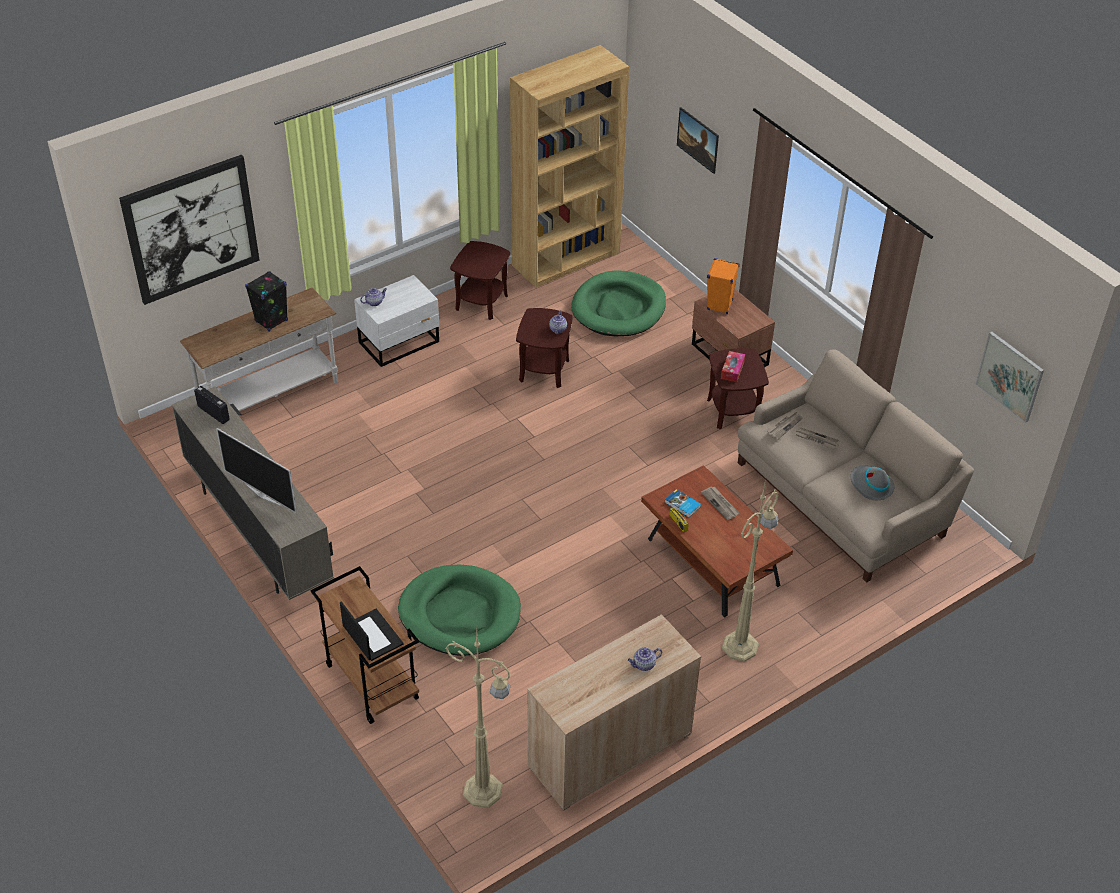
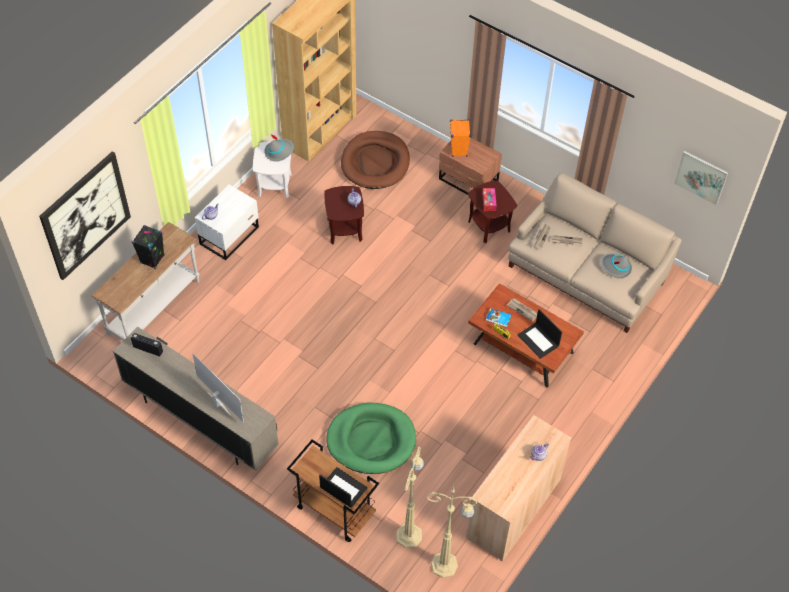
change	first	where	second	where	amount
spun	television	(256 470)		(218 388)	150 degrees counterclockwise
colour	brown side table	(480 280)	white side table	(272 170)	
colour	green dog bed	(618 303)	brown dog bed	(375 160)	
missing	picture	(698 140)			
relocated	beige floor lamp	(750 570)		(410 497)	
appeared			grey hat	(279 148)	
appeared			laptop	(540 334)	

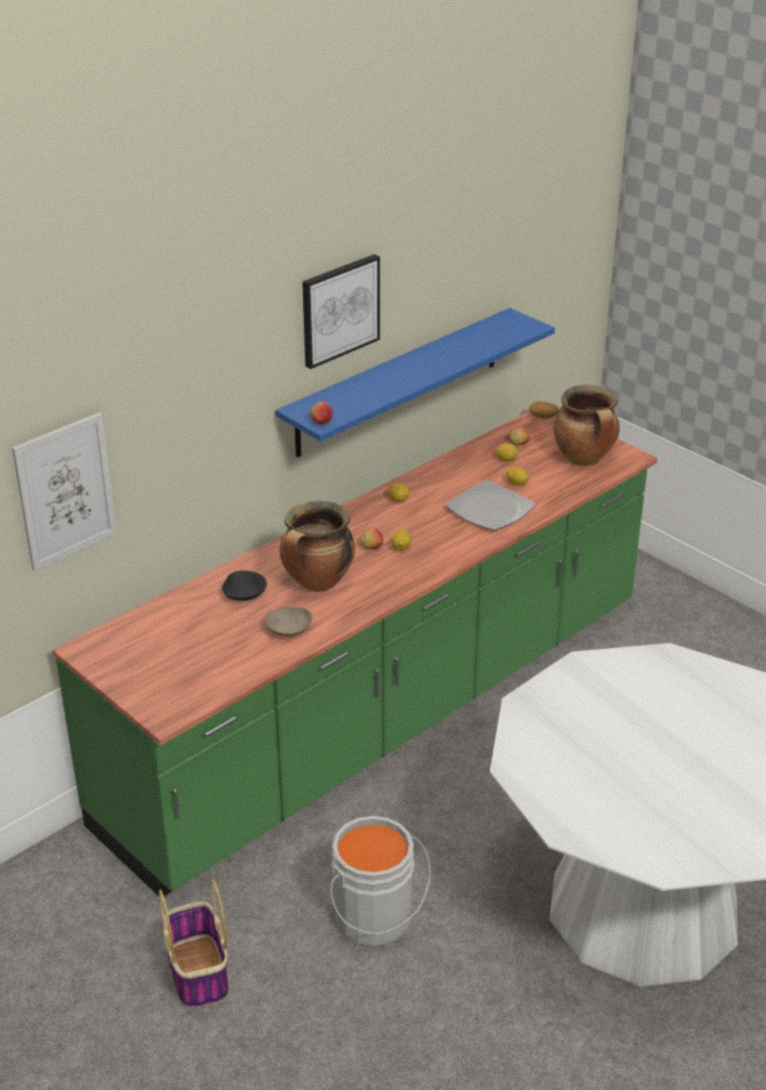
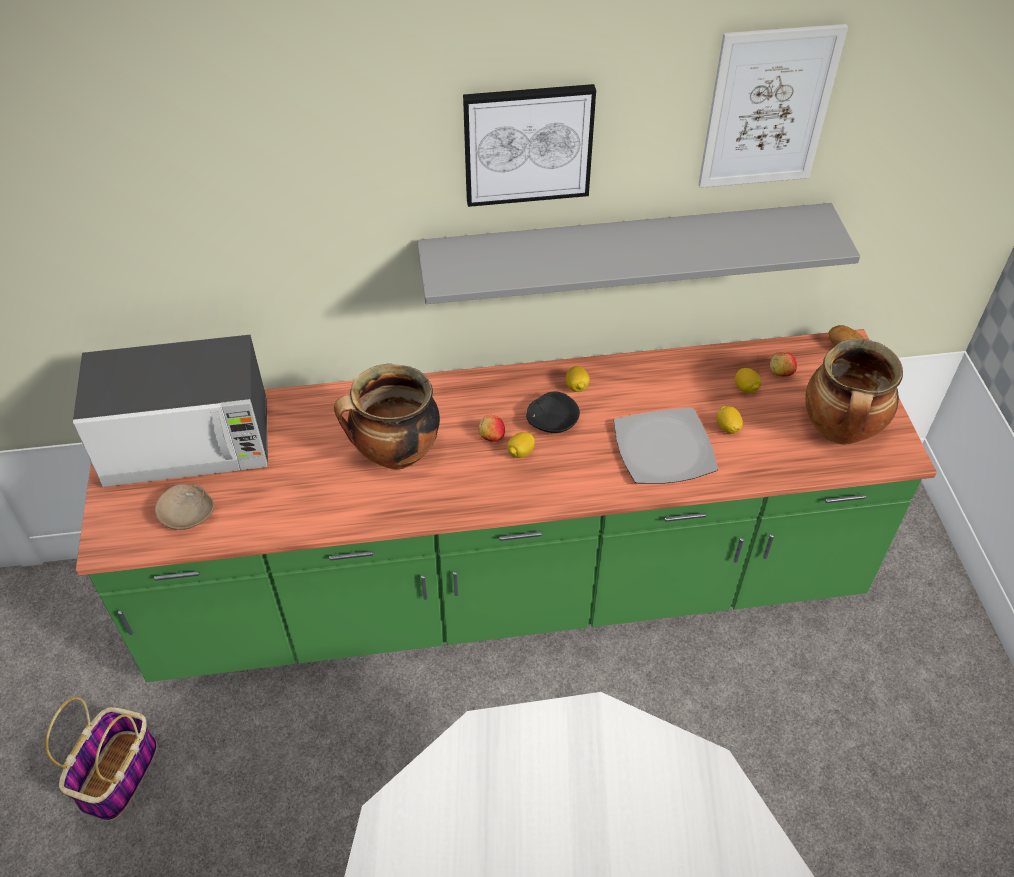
change	first	where	second	where	amount
relocated	picture	(64 491)		(773 106)	
relocated	black bowl	(244 585)		(553 412)	
relocated	beige bowl	(289 621)		(184 507)	
colour	blue shelf	(415 383)	grey shelf	(638 253)	
missing	apple	(321 412)			
missing	grey bucket	(381 881)			
appeared			microwave	(170 411)	

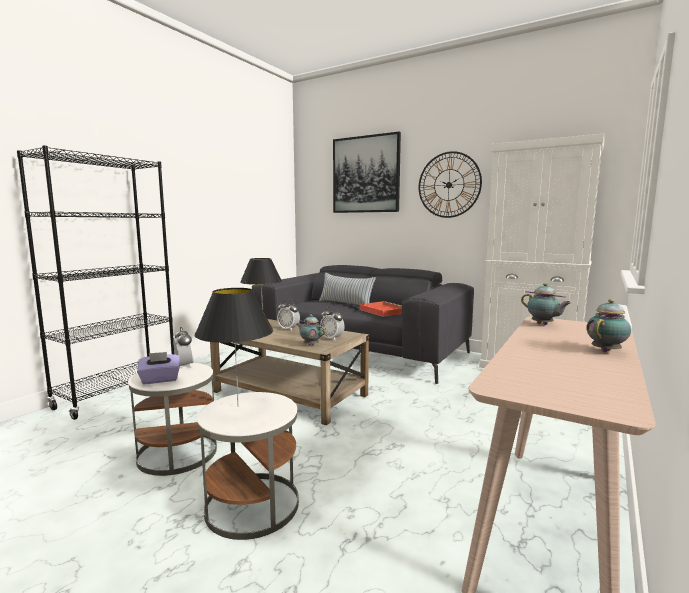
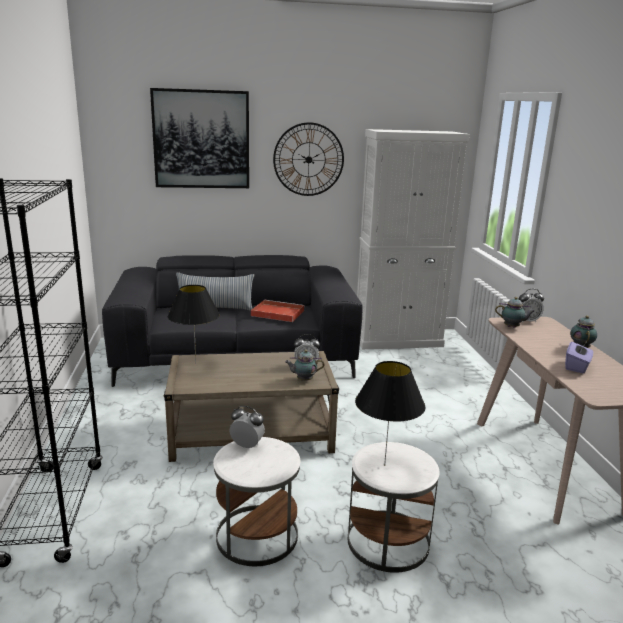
change	first	where	second	where	amount
relocated	purple tissue box	(158 368)		(579 356)	
relocated	alarm clock	(288 315)		(531 306)	

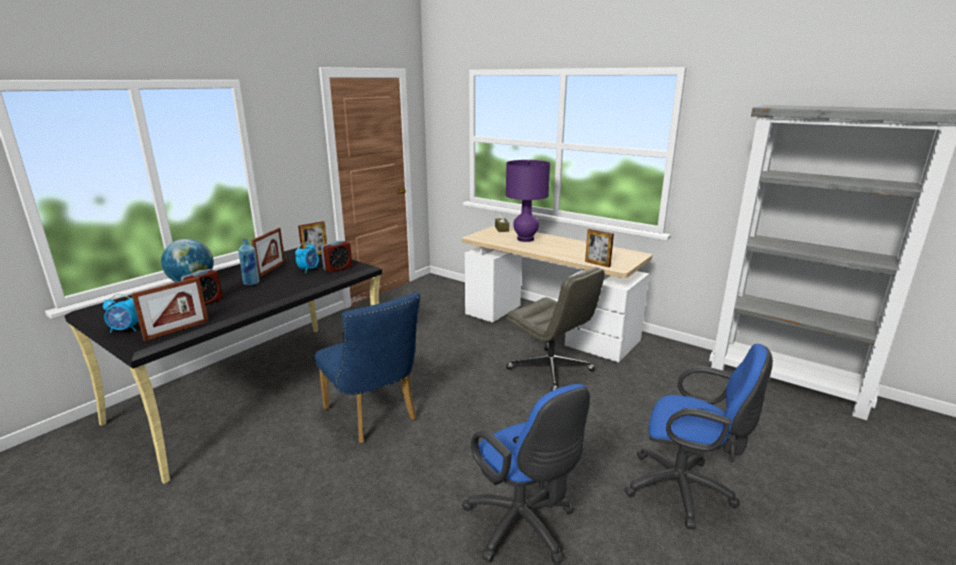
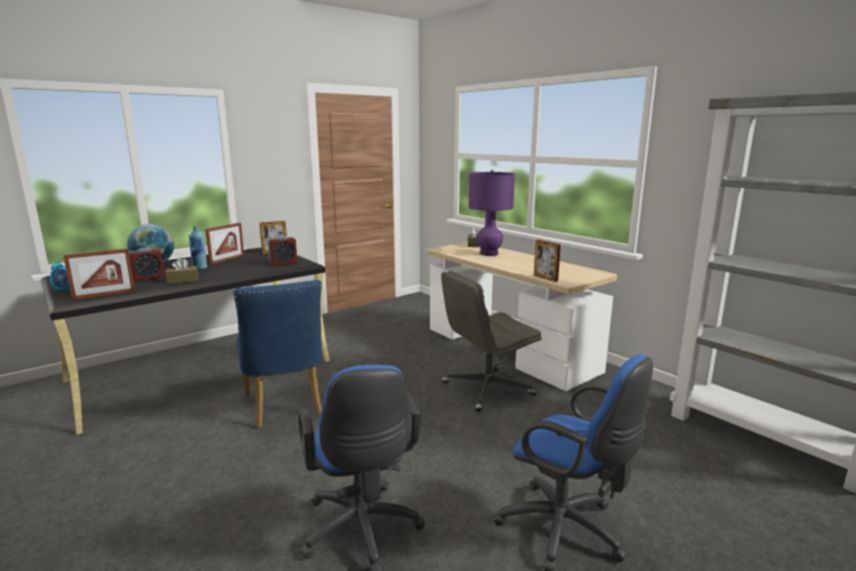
change	first	where	second	where	amount
missing	alarm clock	(307 257)			
spun	grey office chair	(555 329)		(491 341)	90 degrees clockwise
appeared			brown tissue box	(181 270)	

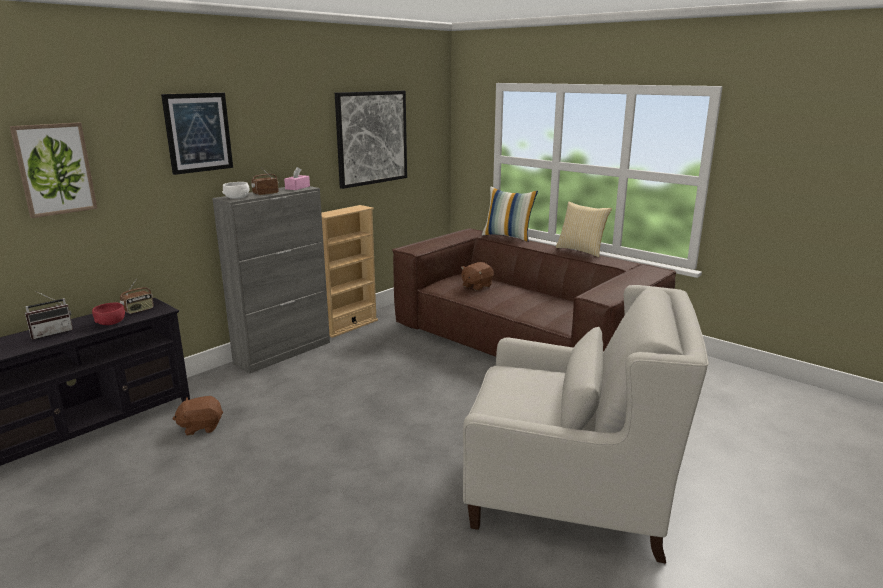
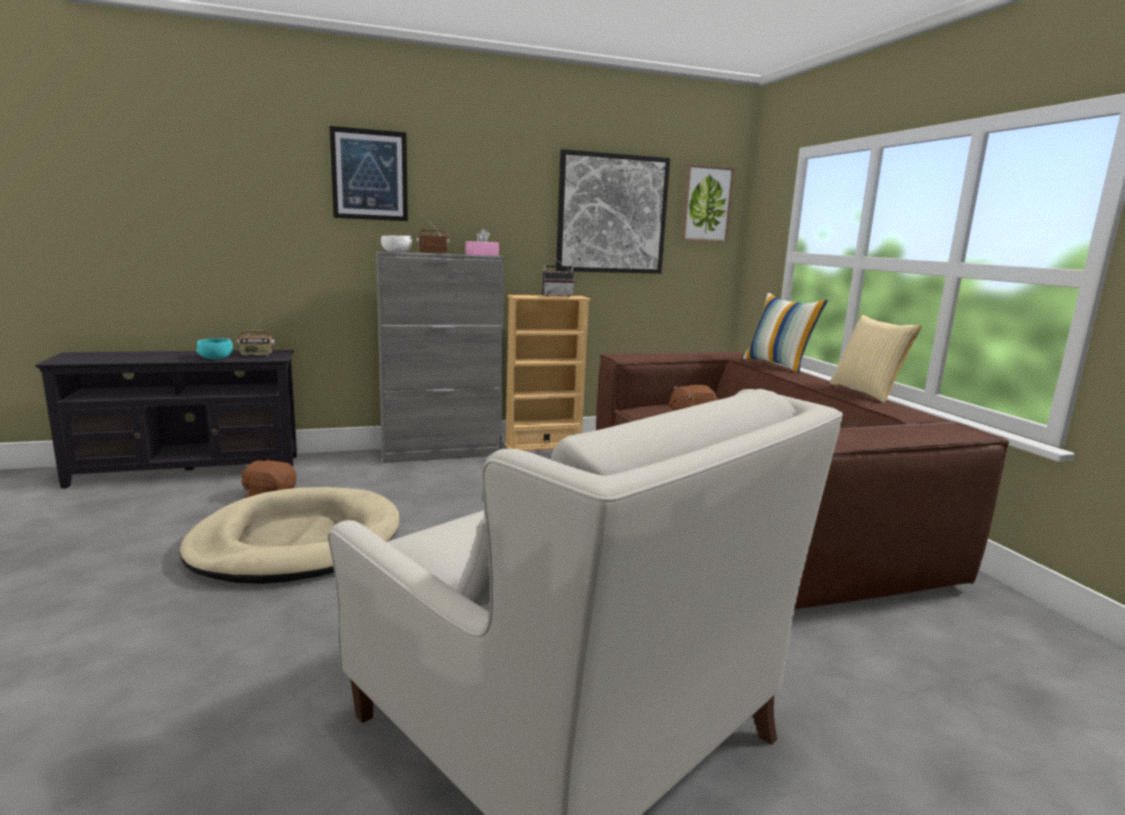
change	first	where	second	where	amount
relocated	picture	(53 170)		(708 203)	
relocated	radio	(49 315)		(558 277)	
colour	red bowl	(108 314)	turquoise bowl	(214 348)	
appeared			beige dog bed	(289 535)	

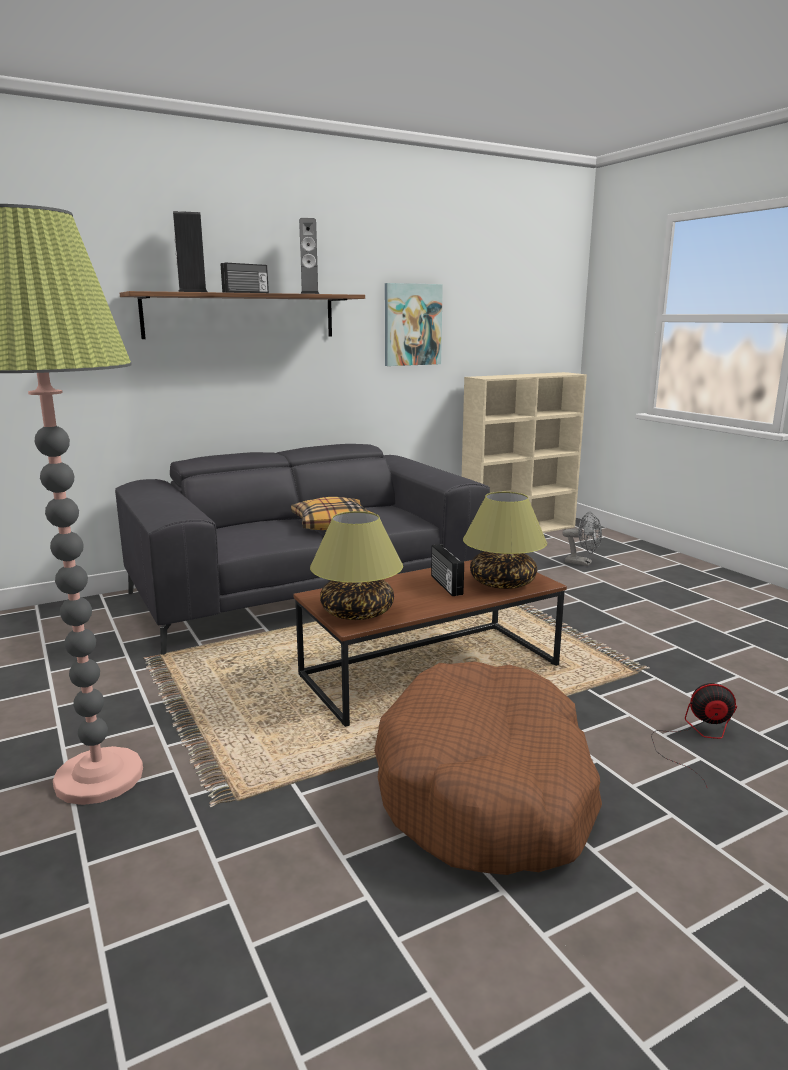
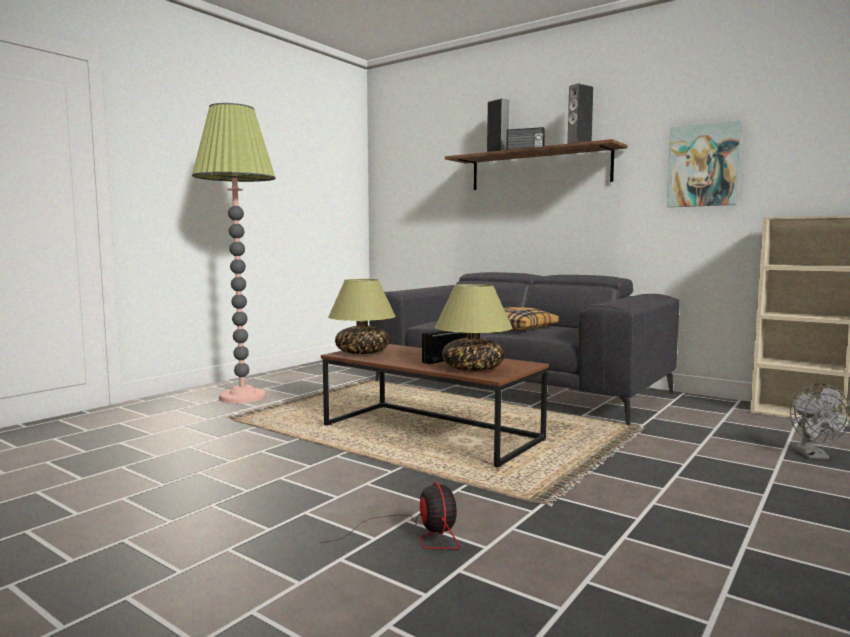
change	first	where	second	where	amount
missing	brown dog bed	(488 768)			

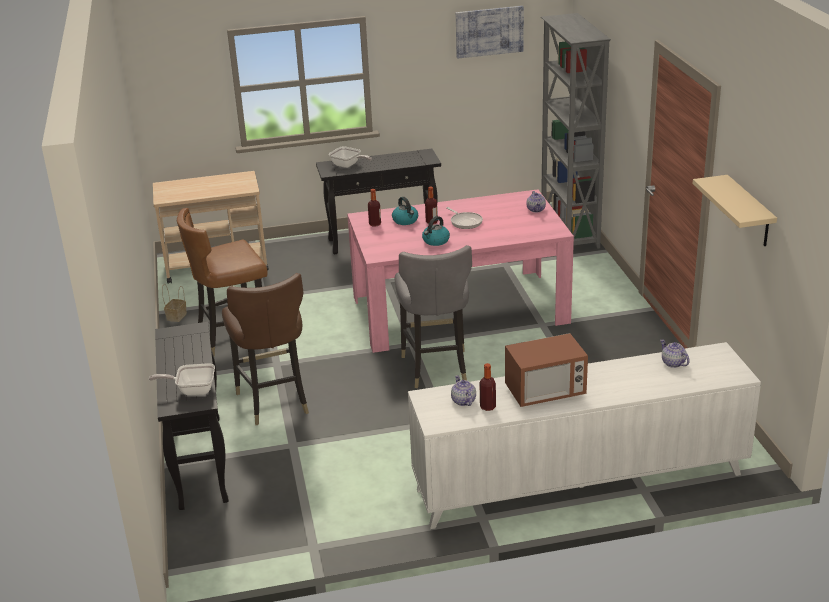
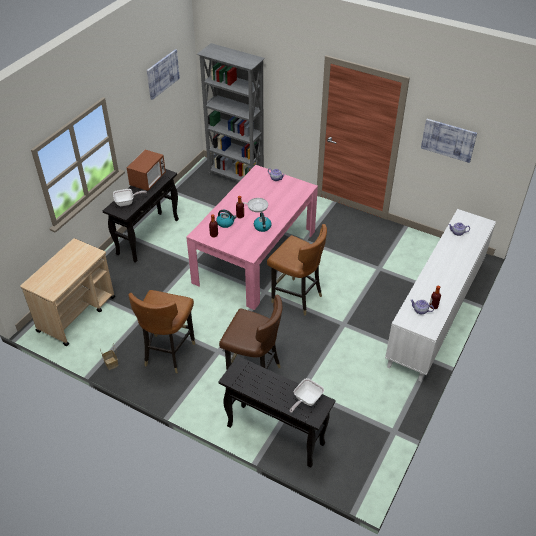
change	first	where	second	where	amount
colour	grey chair	(433 316)	brown chair	(297 269)	
relocated	microwave	(546 370)		(146 170)	
exchanged	beige shelf	(735 210)	picture	(449 141)	

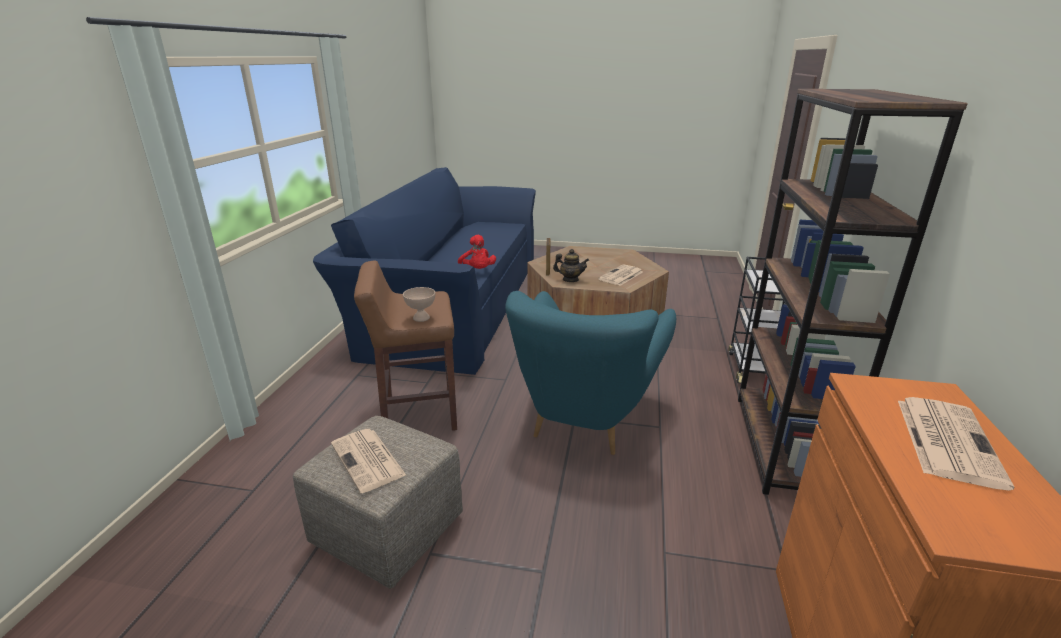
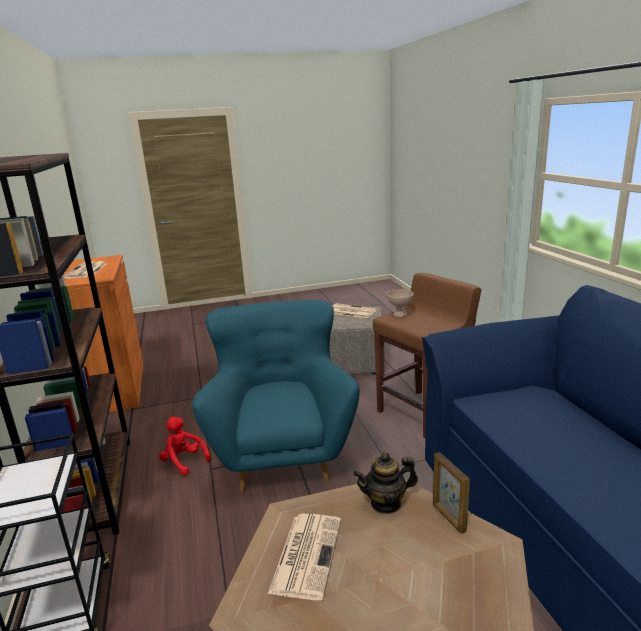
change	first	where	second	where	amount
relocated	red plush toy	(477 252)		(185 446)	

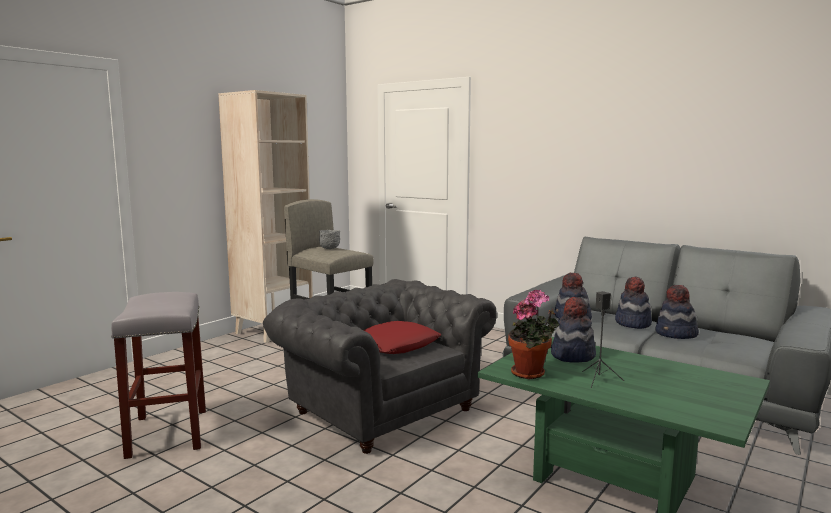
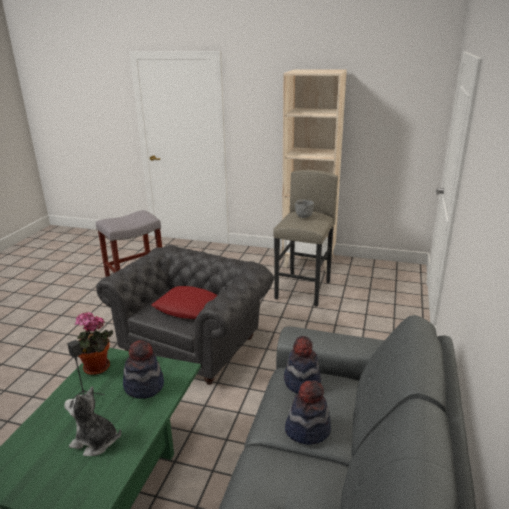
change	first	where	second	where	amount
missing	hat	(677 312)			
appeared			plush toy	(92 421)	

